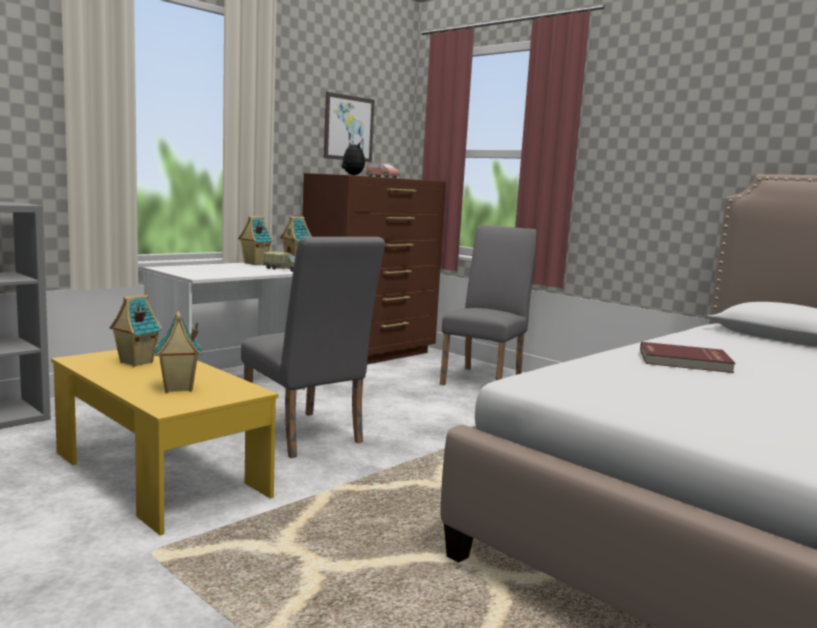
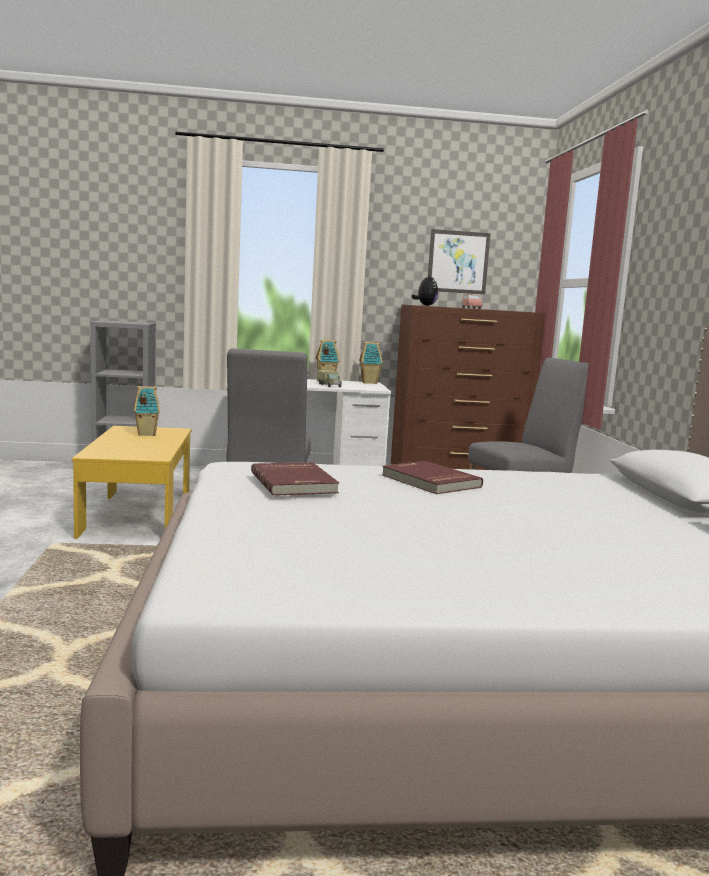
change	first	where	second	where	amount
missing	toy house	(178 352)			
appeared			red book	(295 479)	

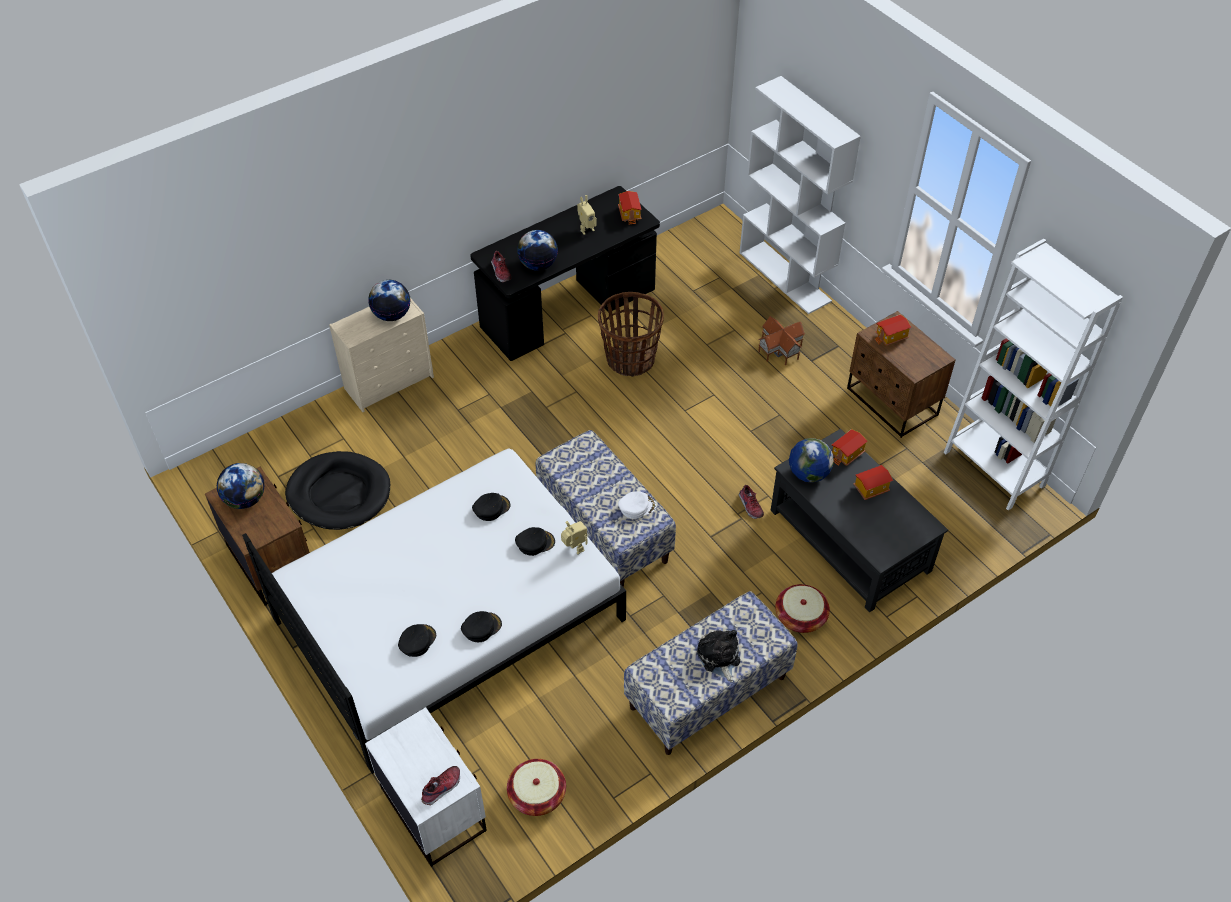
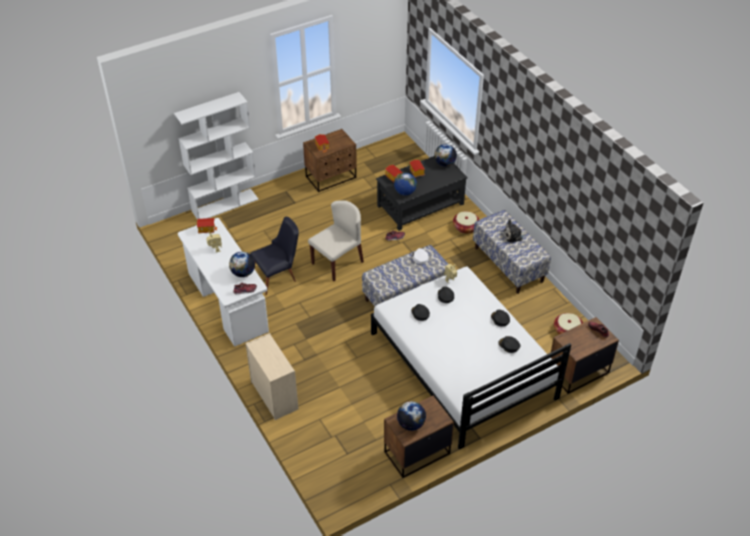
change	first	where	second	where	amount
missing	black dog bed	(337 490)			
colour	white nightstand	(426 786)	brown nightstand	(585 355)	
relocated	globe	(389 300)		(445 155)	
colour	black desk	(565 273)	white desk	(223 282)	
exchanged	basket	(631 334)	black chair	(274 256)	
missing	toy house	(781 340)			
missing	white bookcase	(1033 374)			
appeared			beige chair	(336 240)	

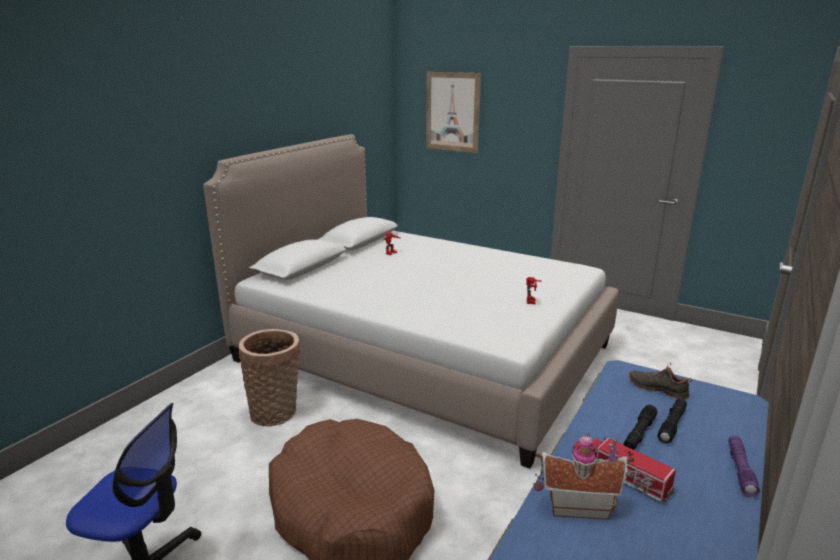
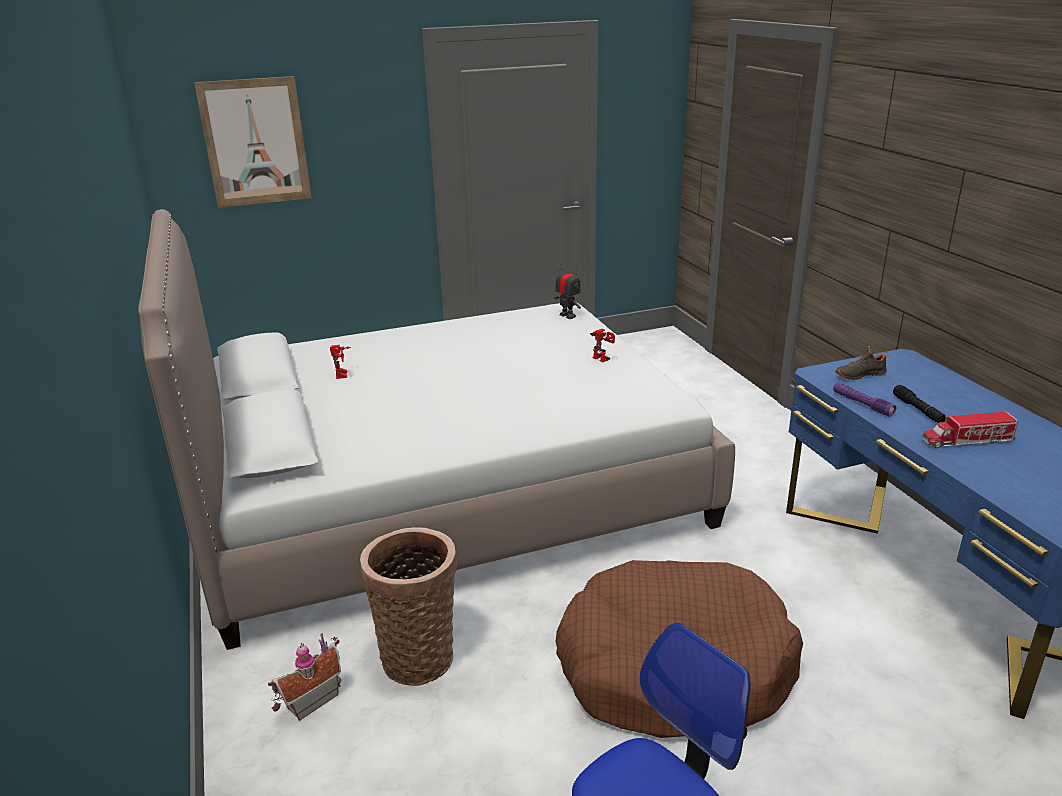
change	first	where	second	where	amount
relocated	toy house	(583 476)		(304 677)	
missing	black flashlight	(672 421)			
relocated	purple flashlight	(744 466)		(864 400)	
appeared			toy robot	(567 291)	

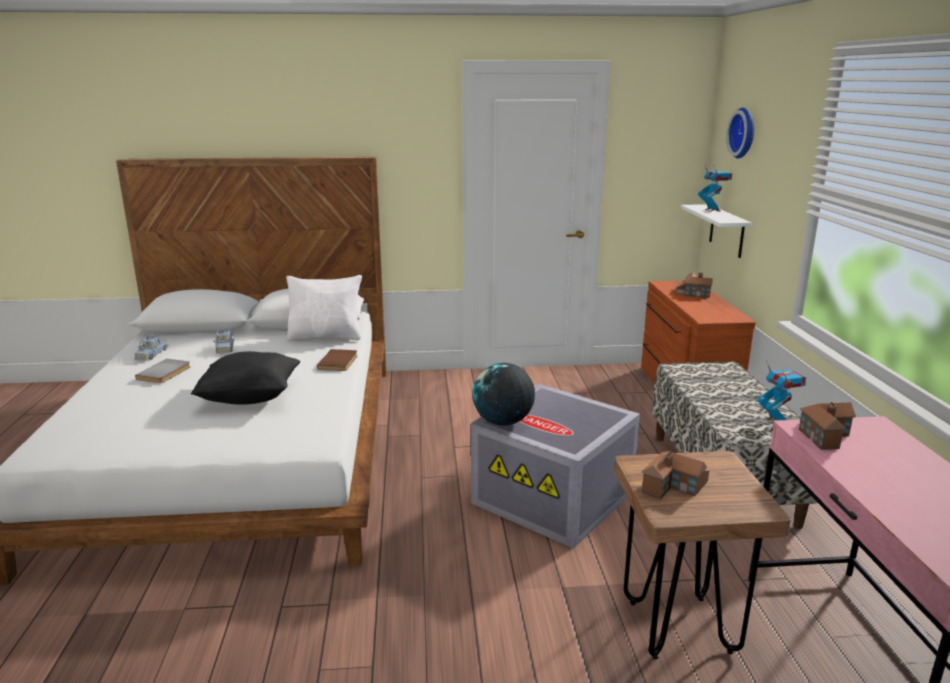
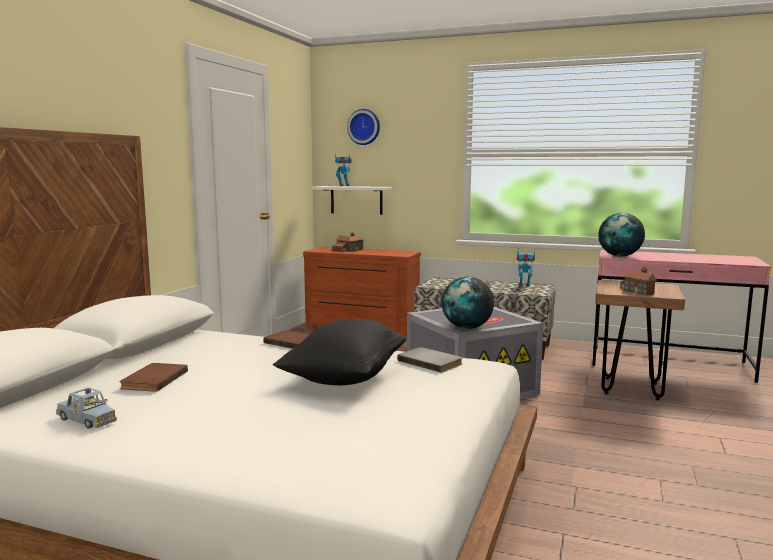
change	first	where	second	where	amount
relocated	grey book	(162 371)		(430 360)	
exchanged	blue toy car	(223 342)	brown book	(154 377)	
missing	white pillow	(324 307)			
exchanged	toy house	(827 426)	globe	(621 235)	

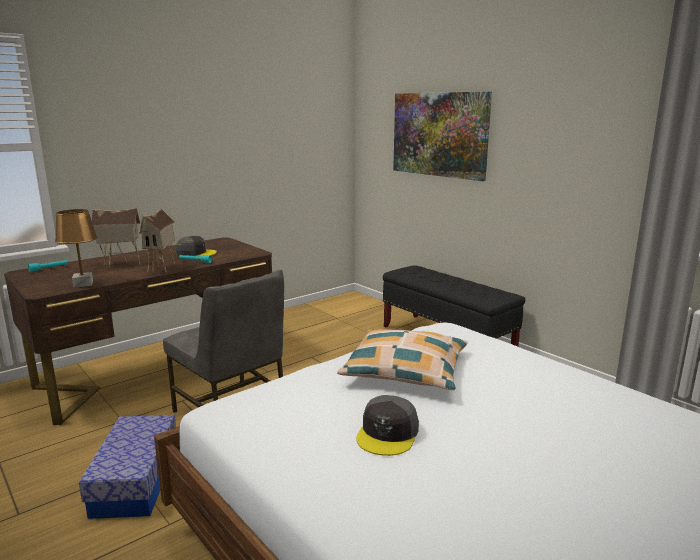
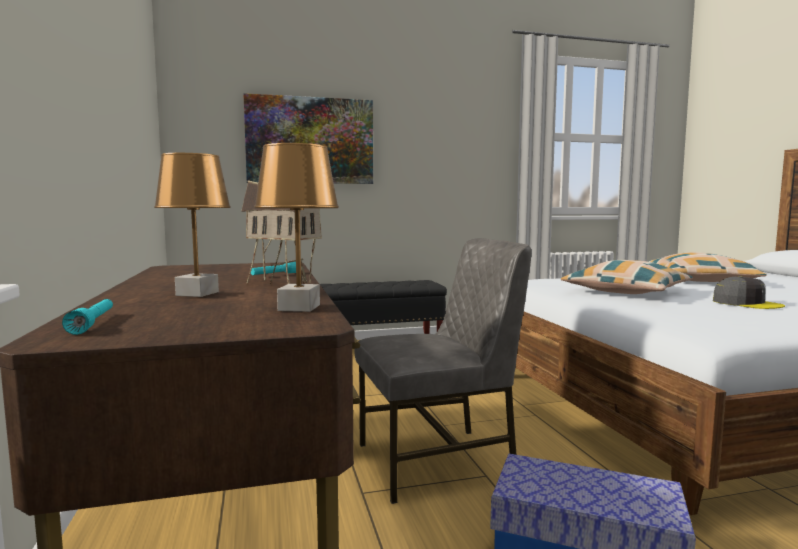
change	first	where	second	where	amount
exchanged	toy house	(116 238)	brown table lamp	(192 225)	
missing	grey cap	(196 246)			
appeared			pillow	(707 267)	

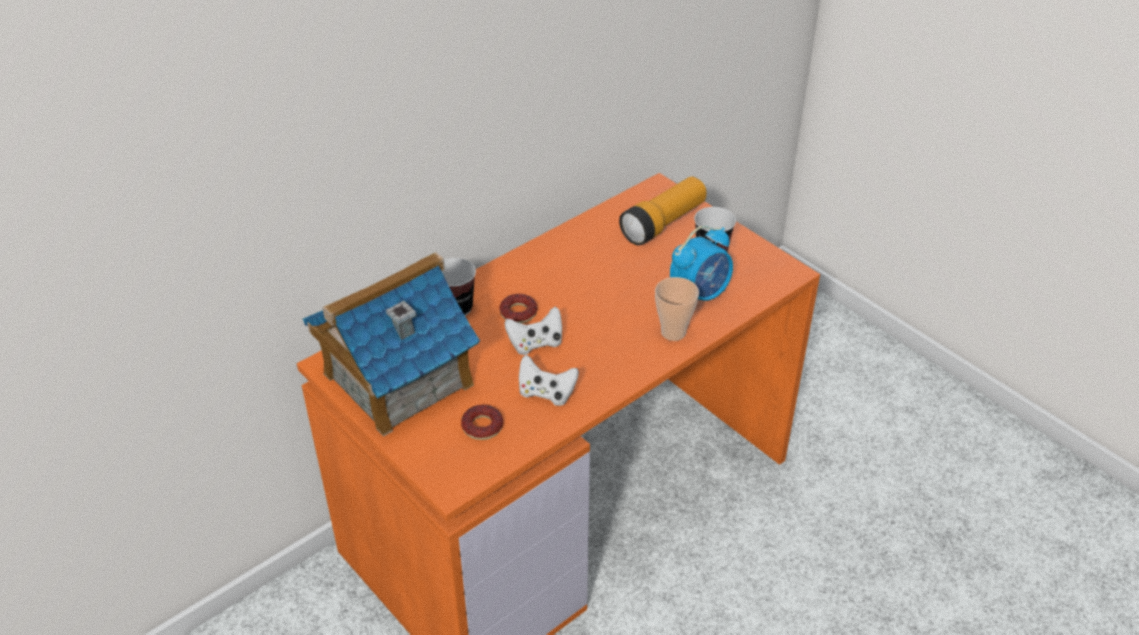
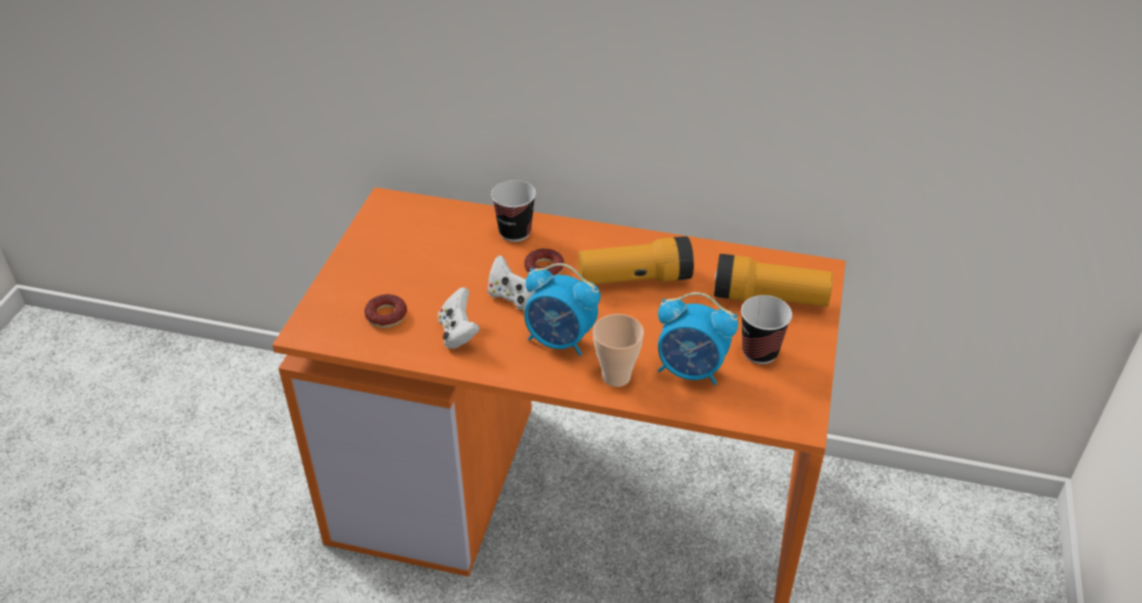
change	first	where	second	where	amount
missing	toy house	(391 344)			
appeared			alarm clock	(562 309)	
appeared			flashlight	(636 260)	

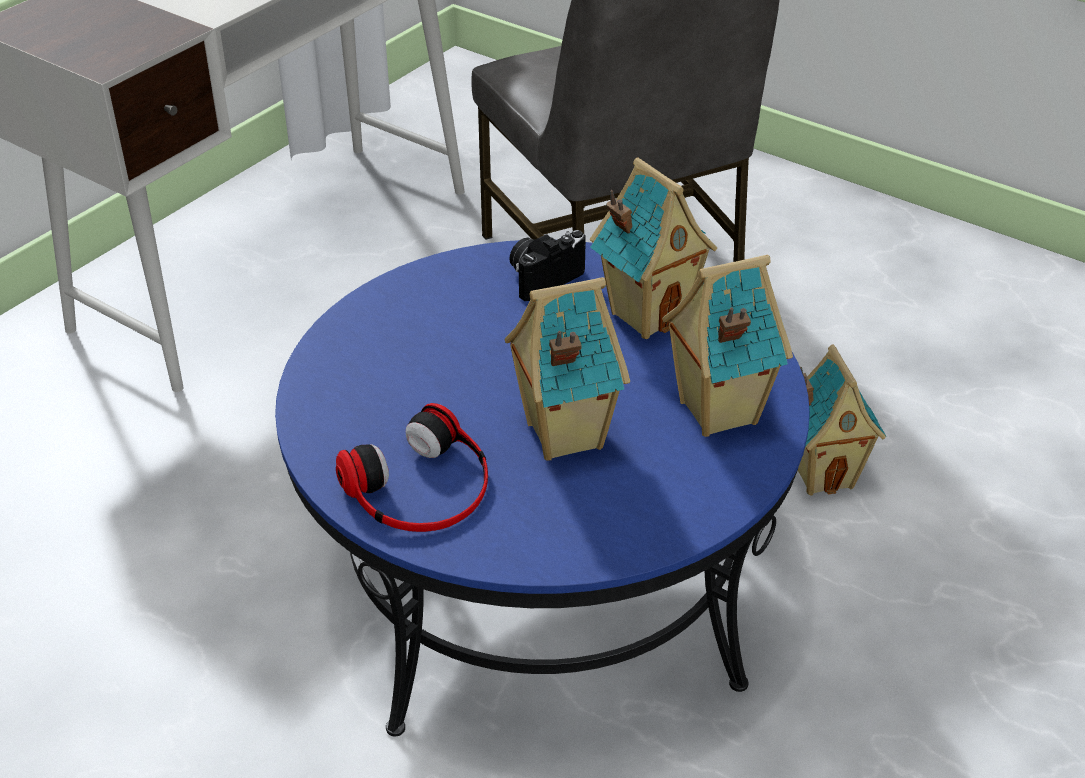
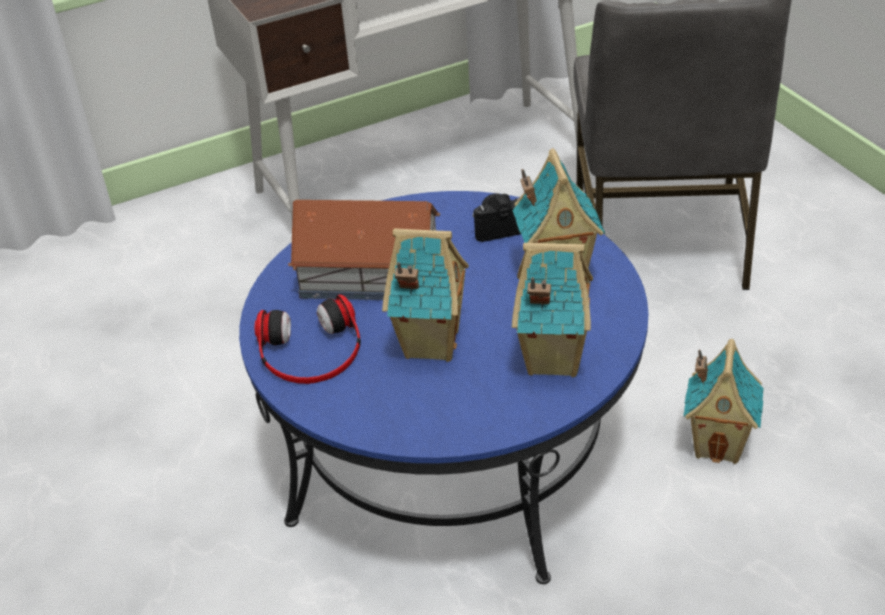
change	first	where	second	where	amount
appeared			toy house	(364 250)	

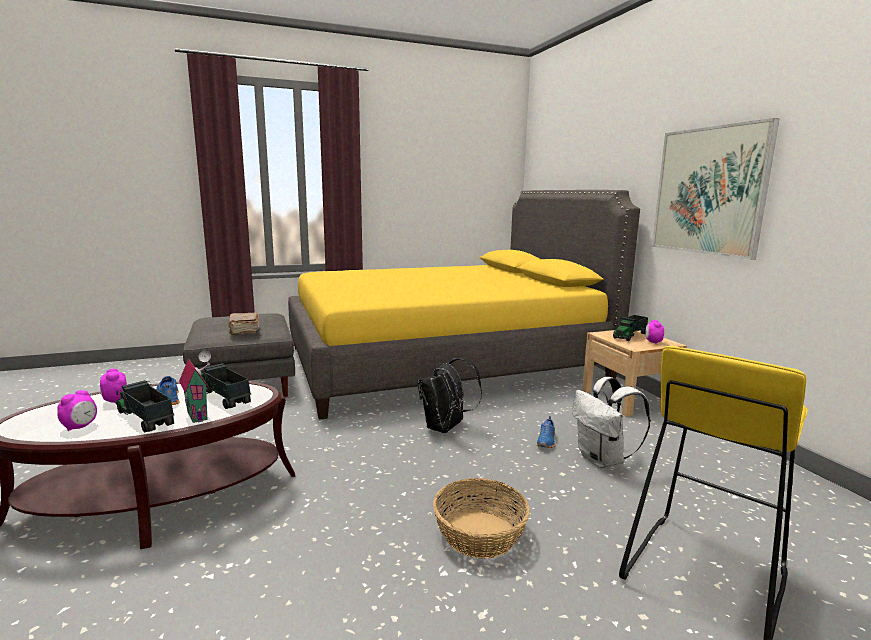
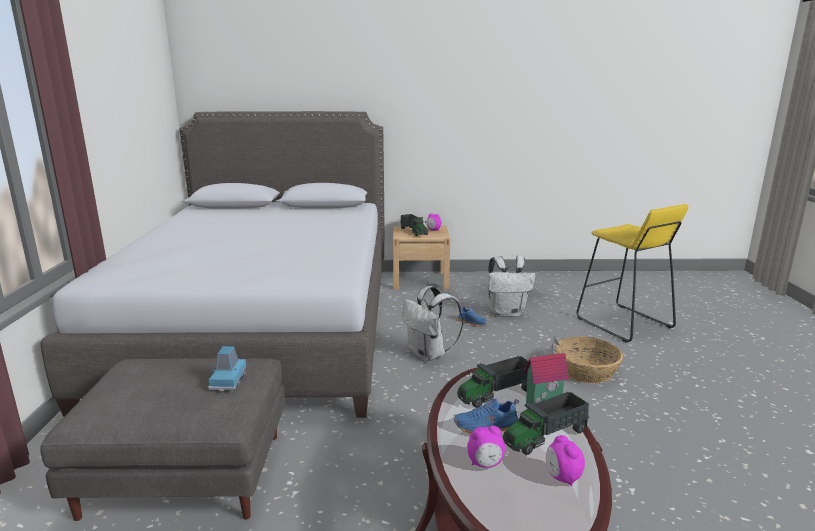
change	first	where	second	where	amount
spun	alarm clock	(77 410)		(565 460)	150 degrees counterclockwise
exchanged	brown book	(244 324)	blue toy car	(227 368)	
colour	yellow bed	(464 305)	grey bed	(212 264)	
colour	black backpack	(450 395)	white backpack	(432 323)	
missing	picture	(716 189)			

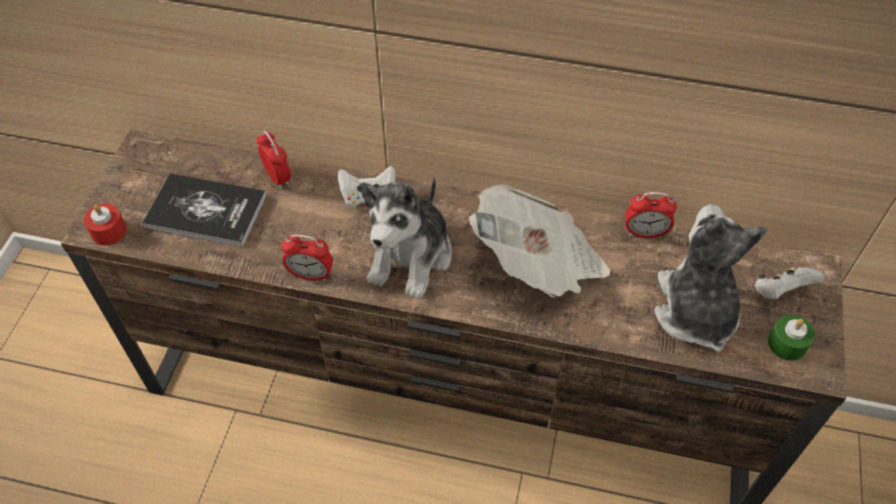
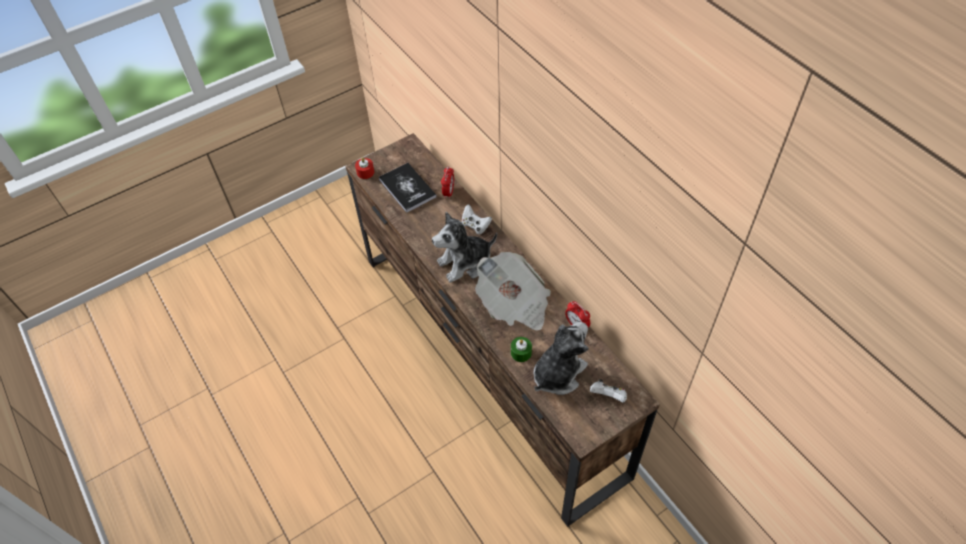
change	first	where	second	where	amount
missing	alarm clock	(307 257)			
relocated	green candle	(791 338)		(521 349)	

